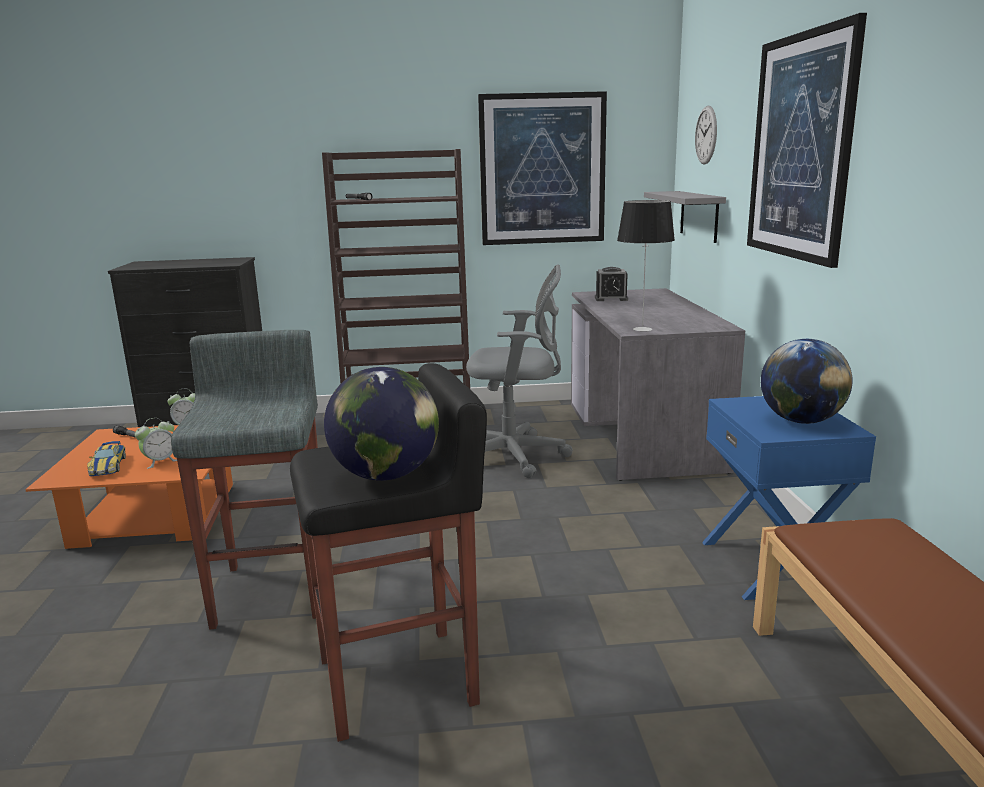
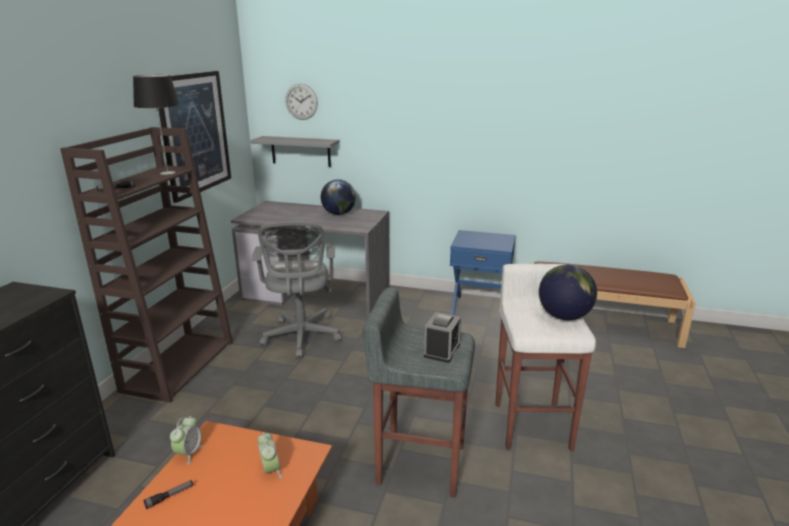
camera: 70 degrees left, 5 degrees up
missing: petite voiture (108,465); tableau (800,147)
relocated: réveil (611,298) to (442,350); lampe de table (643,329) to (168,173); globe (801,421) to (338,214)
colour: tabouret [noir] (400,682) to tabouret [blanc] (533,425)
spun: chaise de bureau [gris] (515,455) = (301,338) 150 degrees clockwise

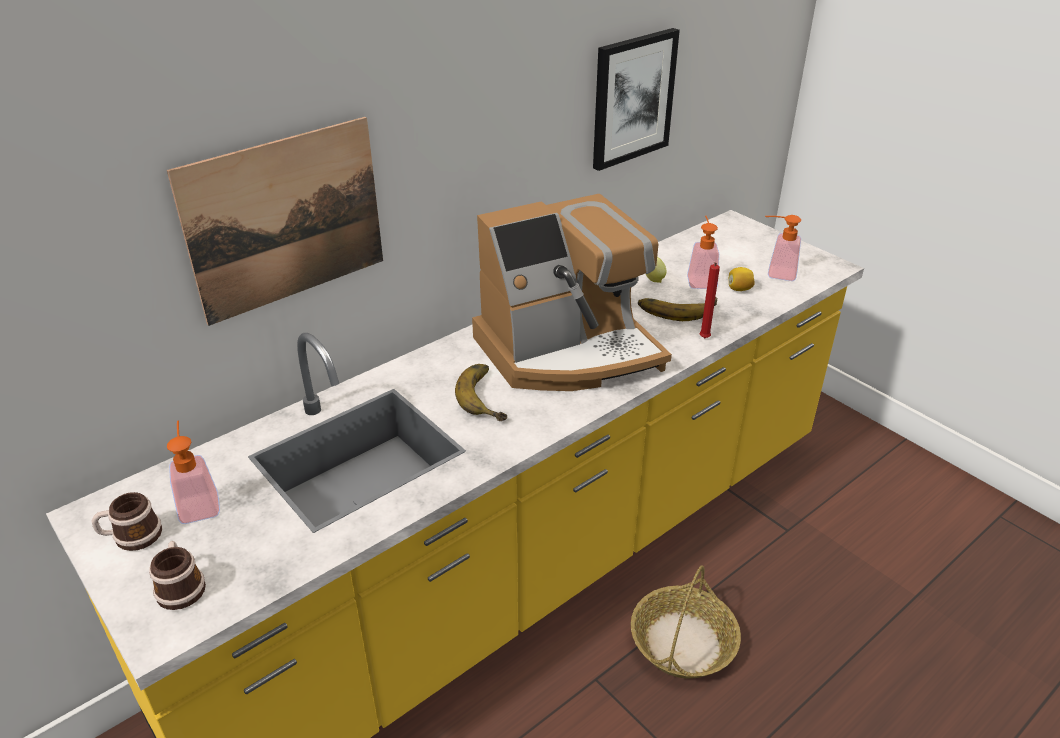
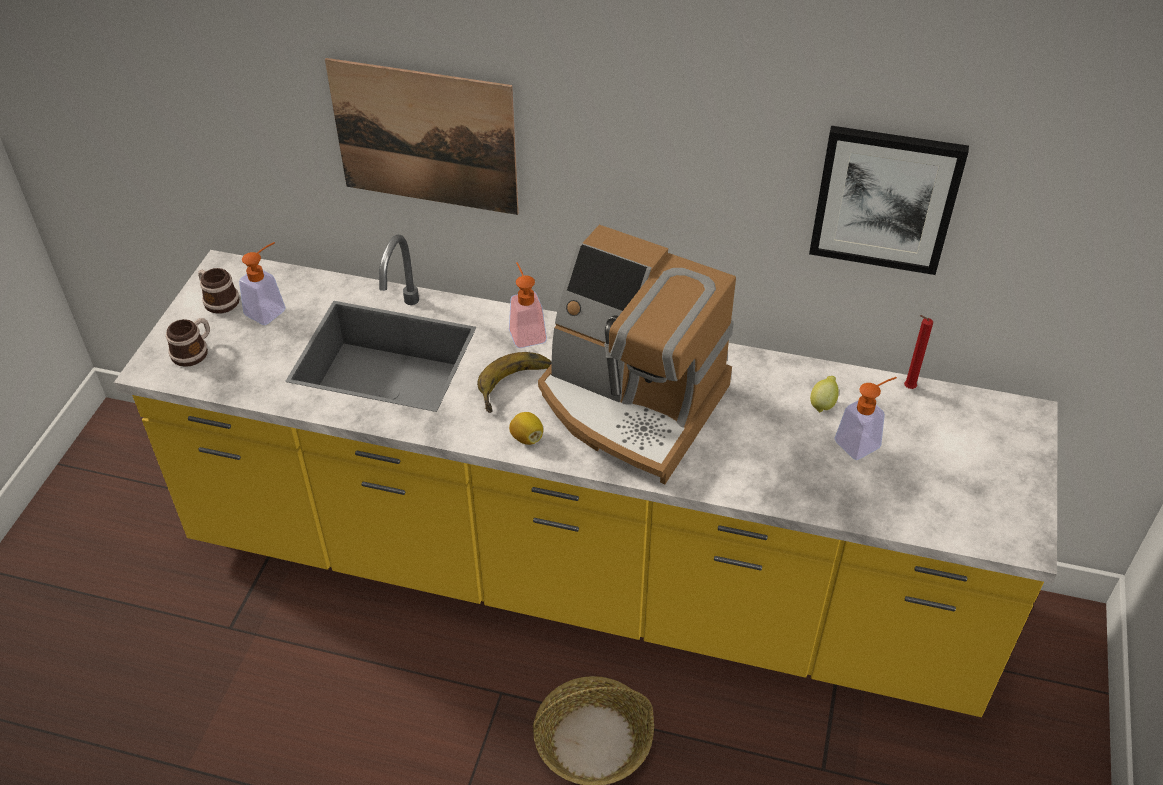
camera: 55 degrees right, 10 degrees up
missing: banane (676,308)
relocated: bougie [rouge] (704,339) to (907,388); citron (739,289) to (527,437); distributeur de savon (775,273) to (525,331)

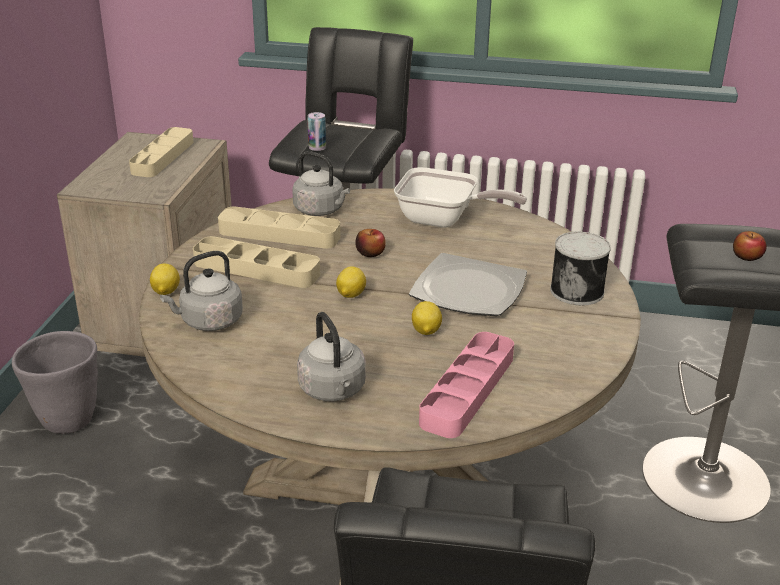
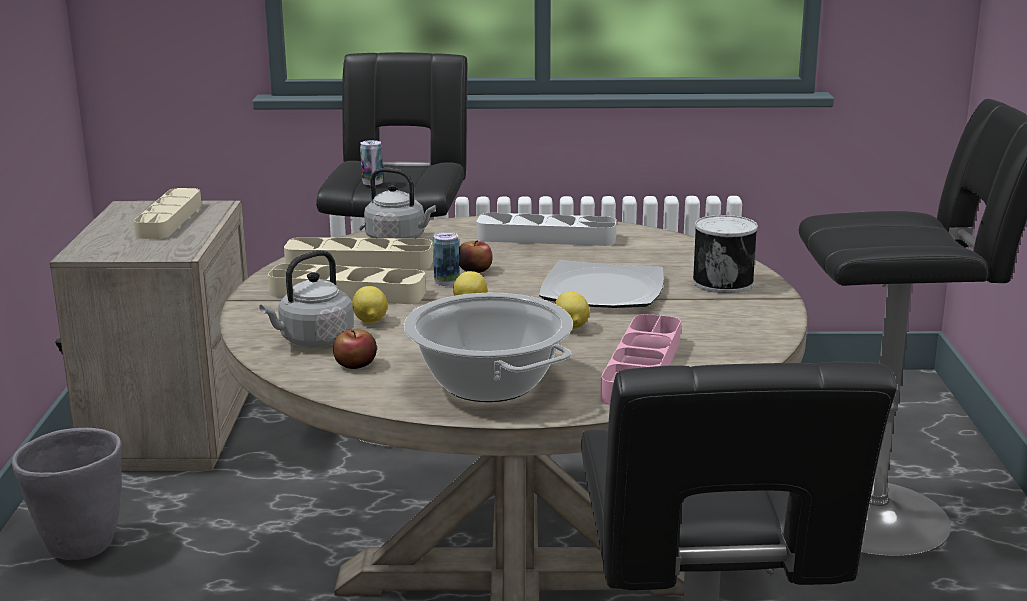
camera: 10 degrees left, 10 degrees down
appeared: boîte métallique (446,282)
relocated: citron (165,292) to (370,321); pomme (747,257) to (356,364)
exchanged: bouilloire [gris] (333,391) to marmite (490,383); poêle (444,220) to plateau [gris] (546,237)

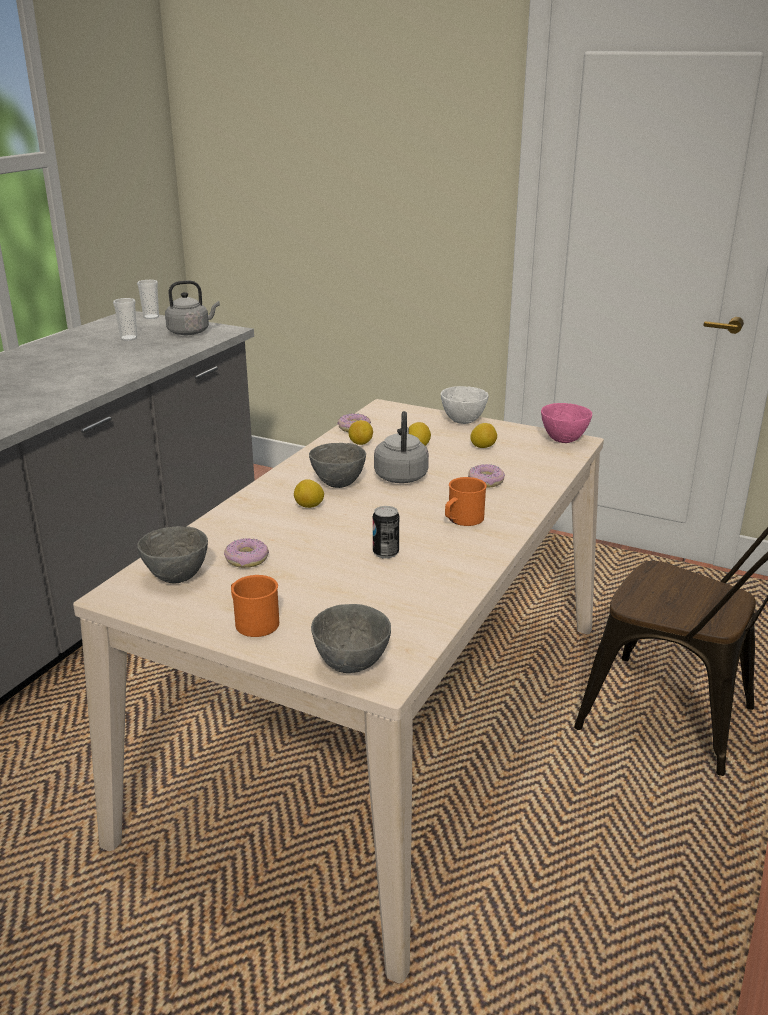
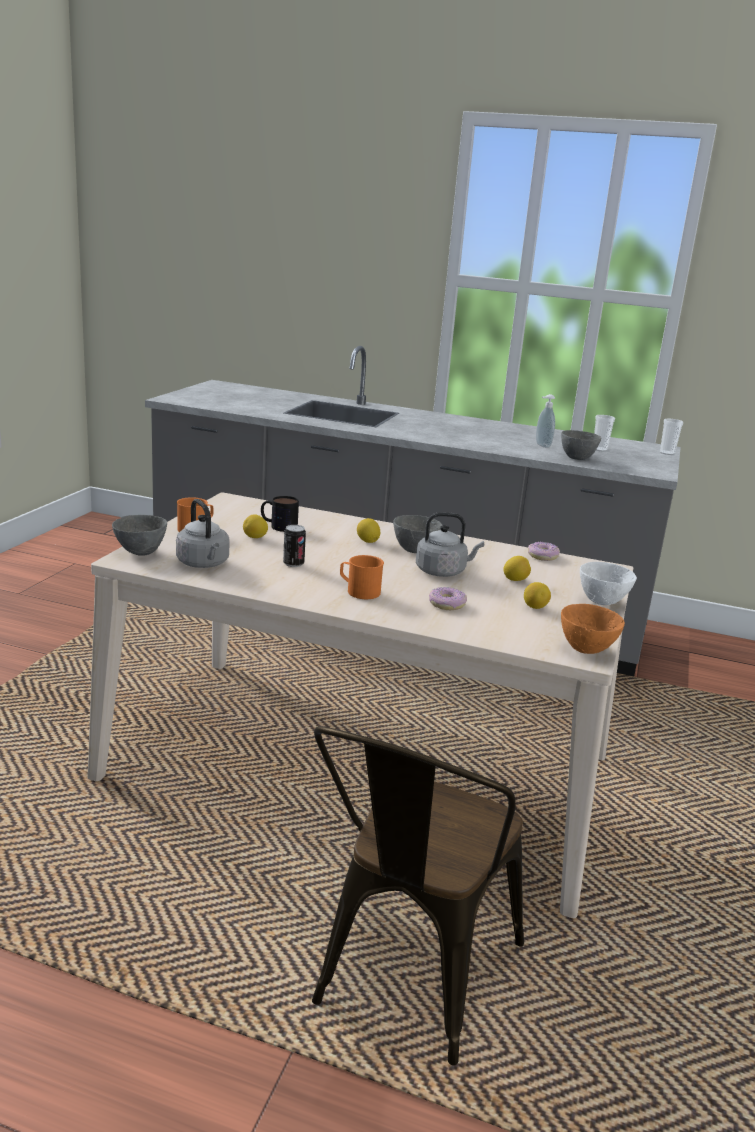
camera: 80 degrees right, 5 degrees down
appeared: distributeur de savon (541,446)
relocated: bol [gris] (176,577) to (576,458); bouilloire [gris] (191,332) to (204,564); citron (360,443) to (255,537)
exchanged: beignet (246,559) to mug (278,526)
colour: bol [rose] (562,439) to bol [orange] (587,649)

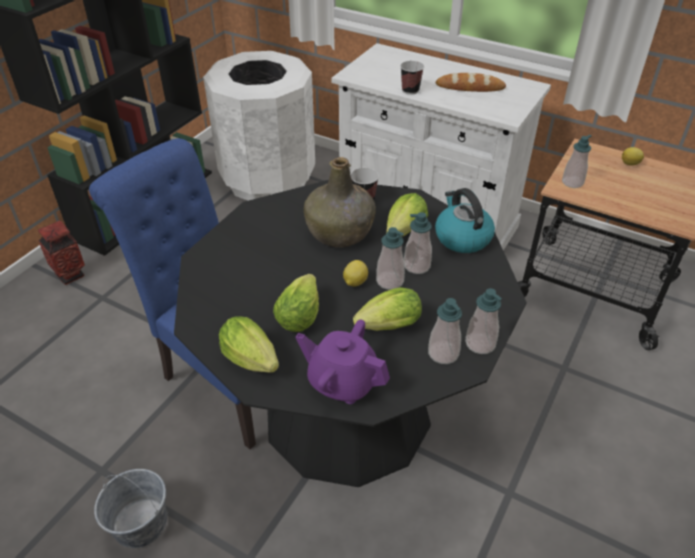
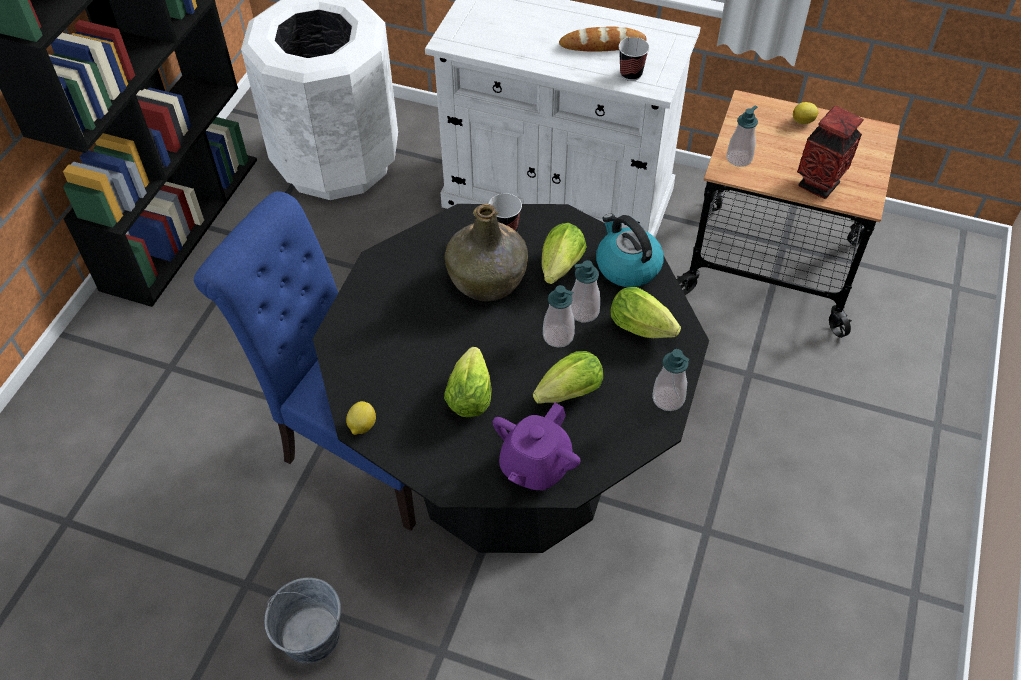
camera: 10 degrees left, 10 degrees up
missing: distributeur de savon (443,353)
relocated: vase (70,275) to (819,185); laitue (253,362) to (645,329); citron (354,282) to (362,426); tasse (410,90) to (631,74)
spun: théière [violet] (342,382) = (535,466) 75 degrees counterclockwise

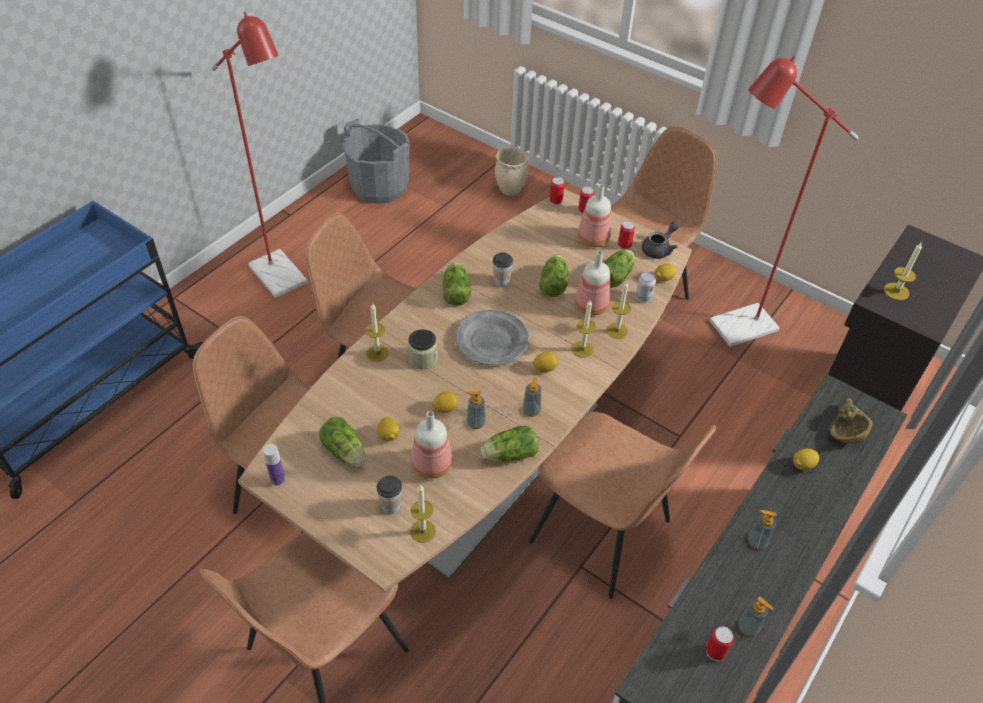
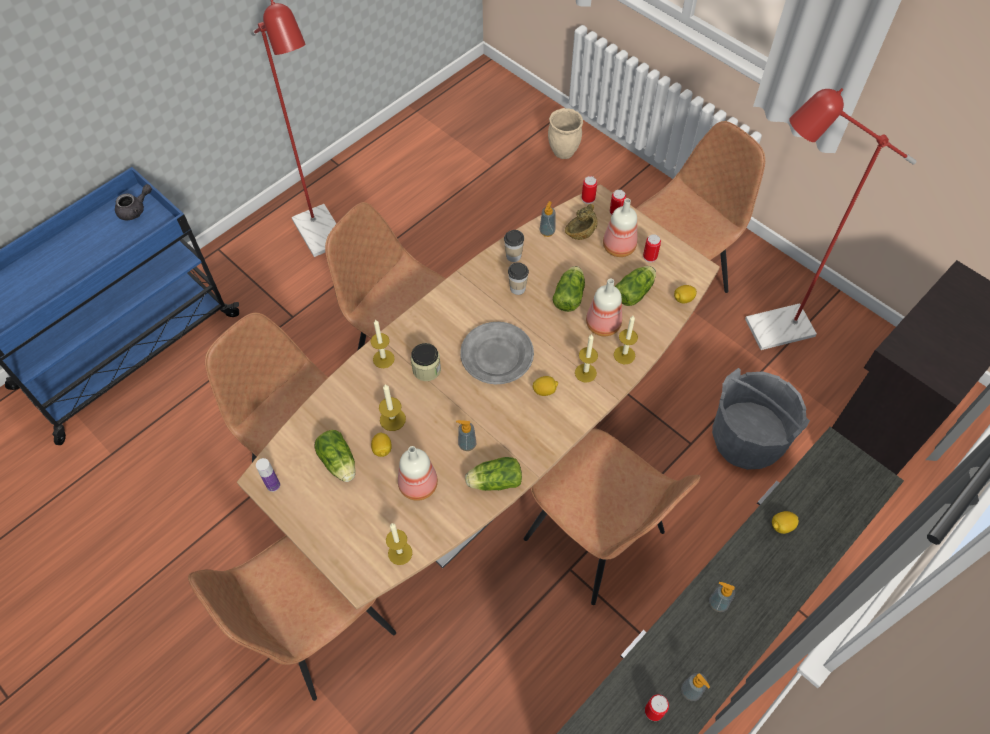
camera: 10 degrees right, 10 degrees up
missing: citron (445,408); laitue (456,291); boîte métallique (643,297)
relocated: seau [gris] (380,186) to (747,439); tasse (391,505) to (513,256); distributeur de savon (531,411) to (547,231); théière [gris] (659,249) to (135,210); bol [marron] (844,427) to (581,227); bougie (896,291) to (392,419)

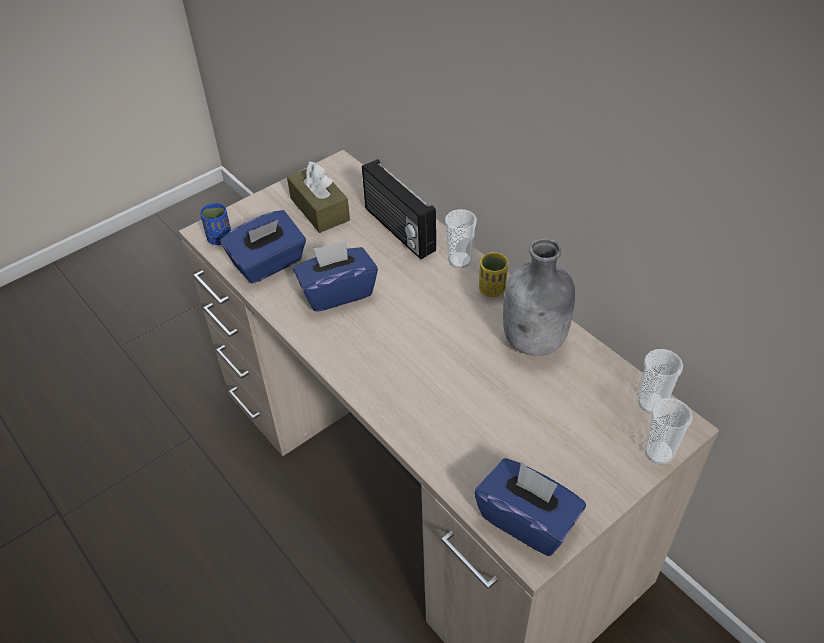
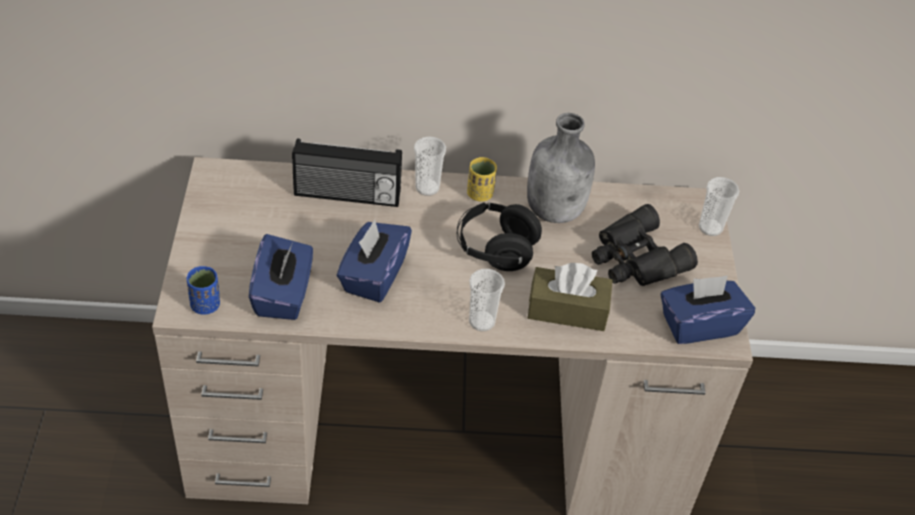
camera: 55 degrees left, 0 degrees up
appeared: casque audio [noir] (495,250); jumelles [noir] (635,259)
relocated: boîte à mouchoirs [marron] (319,209) to (567,310); tasse (651,403) to (482,321)

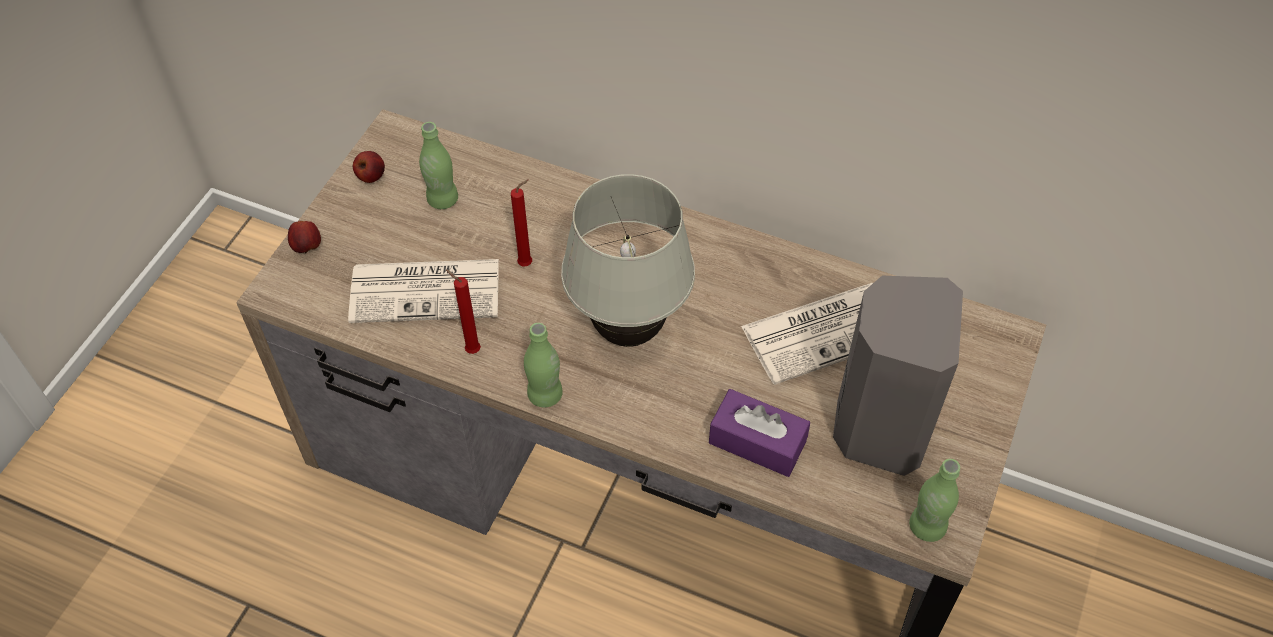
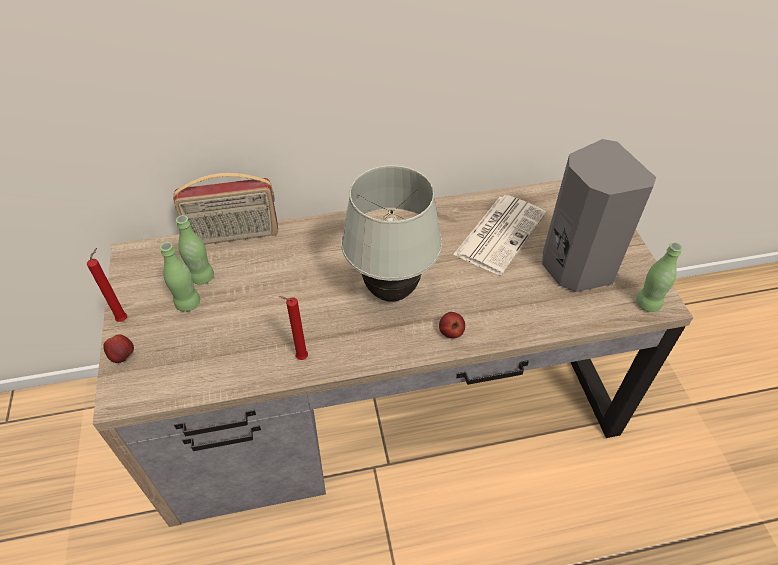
camera: 35 degrees left, 5 degrees down
missing: journal (427,290); boîte à mouchoirs [violet] (757,442)
appeared: radio (234,236)
relocated: pomme (371,177) to (451,333); bougie [rouge] (527,263) to (124,318); bouteille [vert] (545,395) to (188,303)

